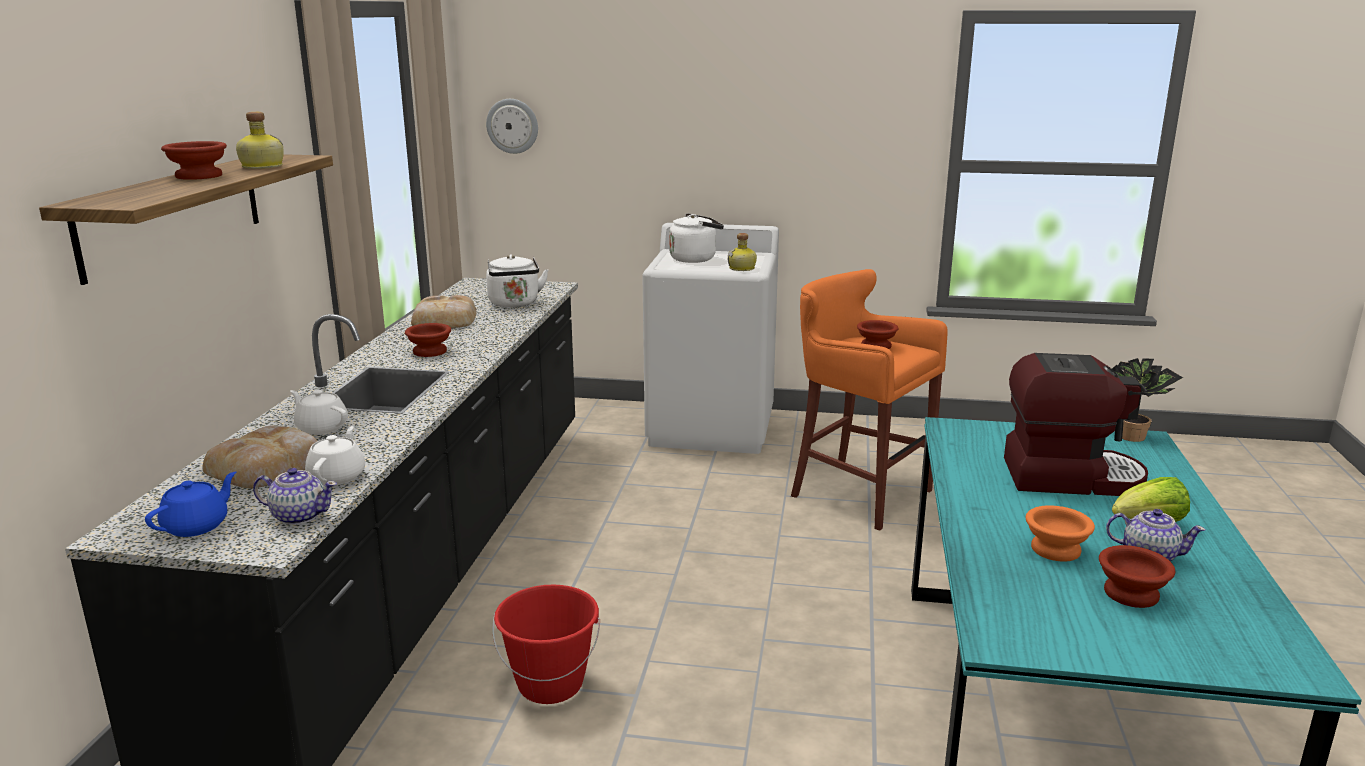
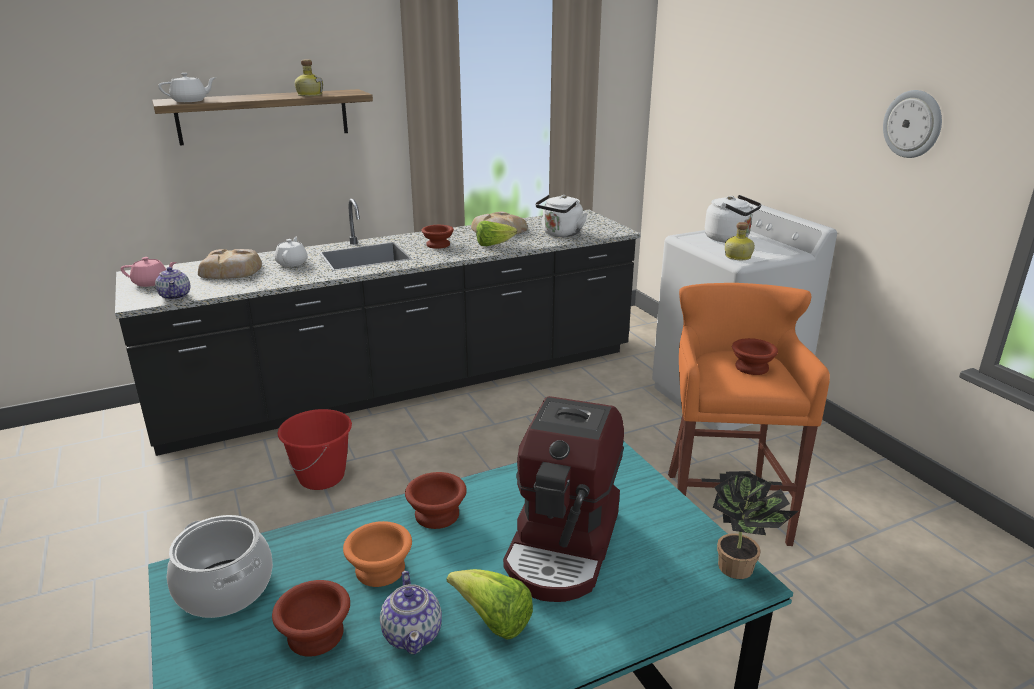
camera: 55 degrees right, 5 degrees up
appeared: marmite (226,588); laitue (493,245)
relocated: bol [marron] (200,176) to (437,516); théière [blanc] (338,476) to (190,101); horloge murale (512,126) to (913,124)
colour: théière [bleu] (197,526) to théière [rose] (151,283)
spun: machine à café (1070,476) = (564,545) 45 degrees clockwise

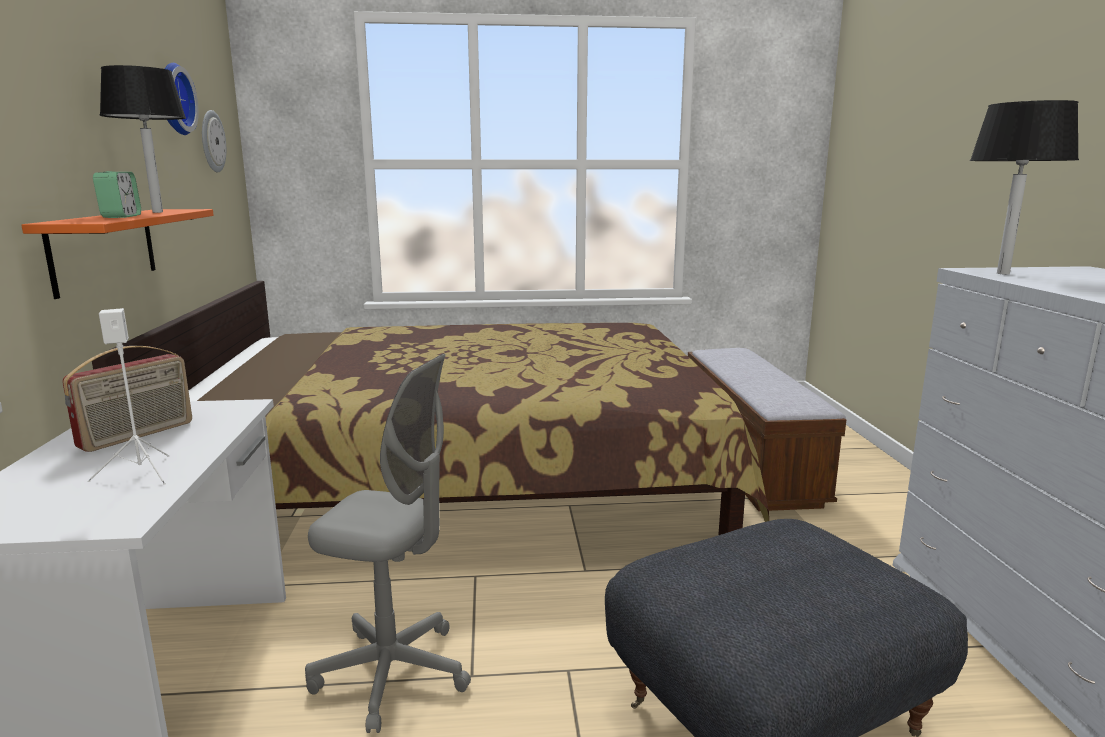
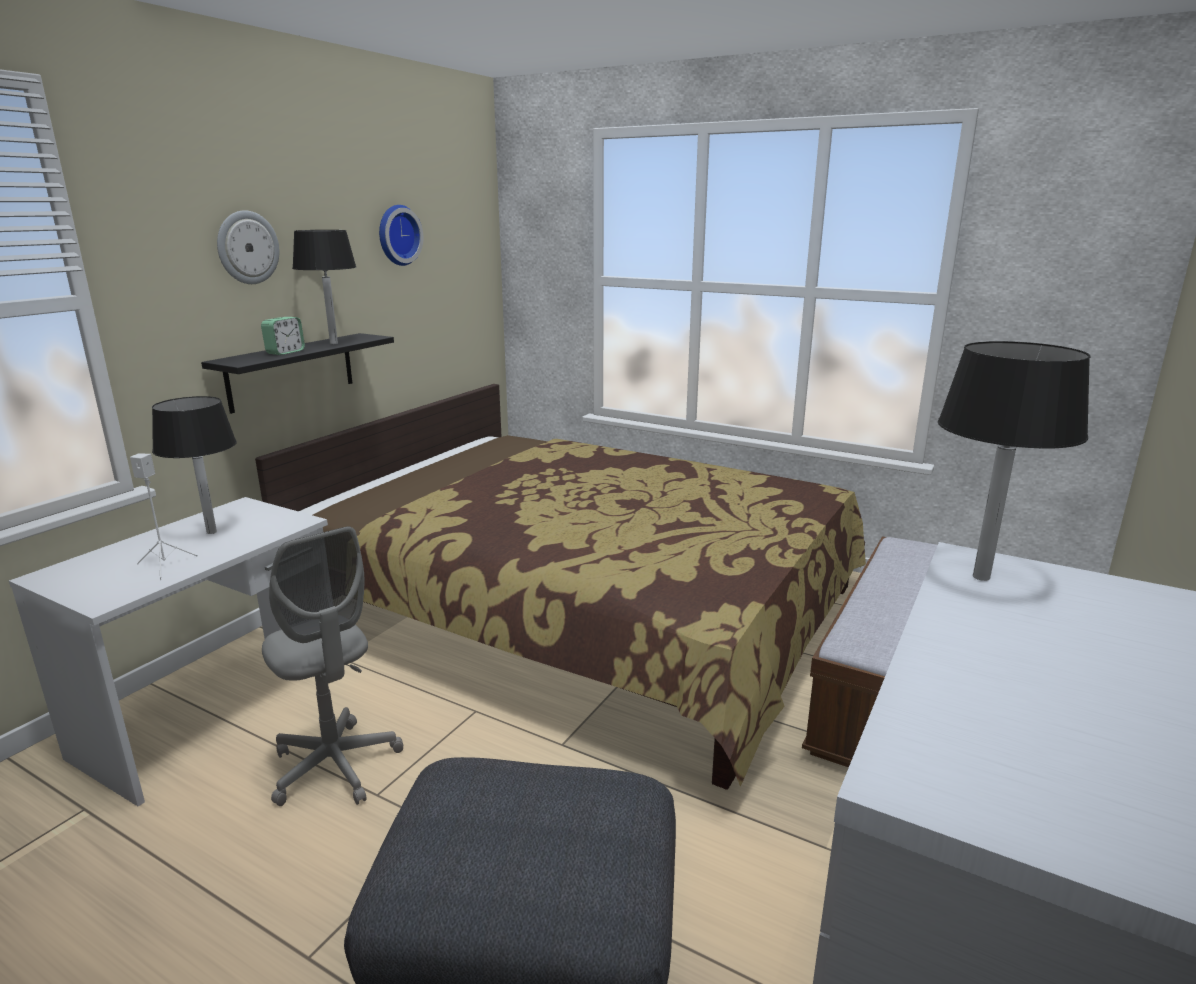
camera: 35 degrees right, 5 degrees up
relocated: horloge murale (212,141) to (247,247)
exchanged: radio (138,435) to lampe de table [noir] (212,532)
colour: étagère [orange] (104,249) to étagère [noir] (291,371)

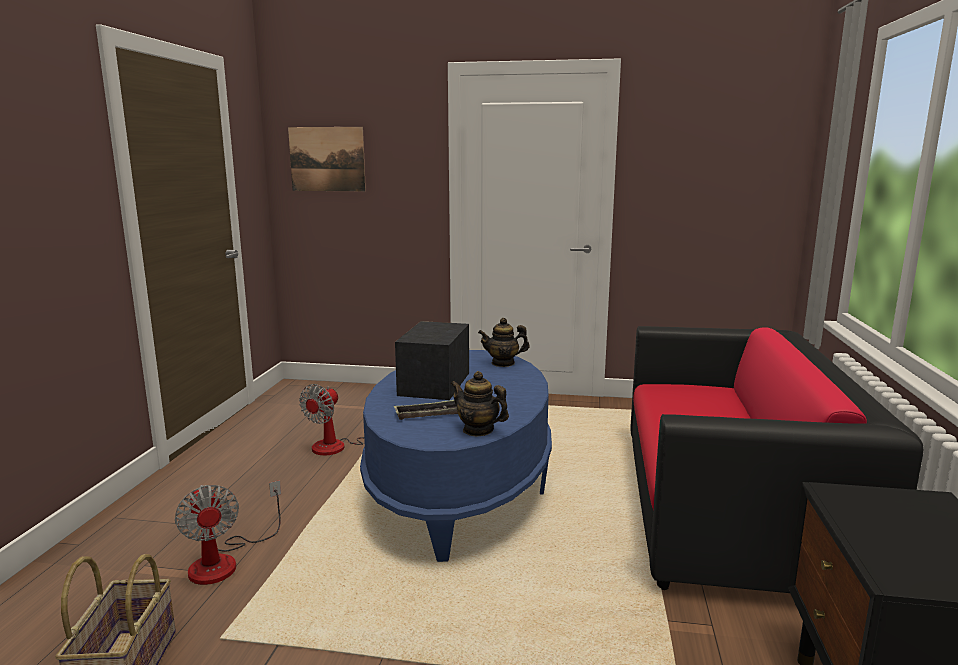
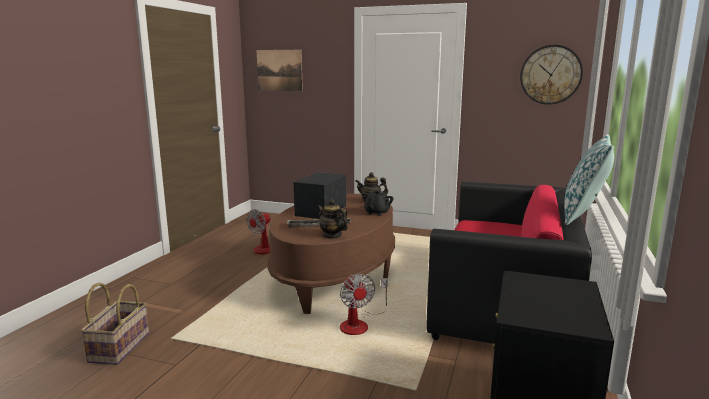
camera: 10 degrees right, 0 degrees up
appeared: théière [noir] (377,213); horloge murale (550,74); coussin (583,215)
relocated: ventilateur (225,560) to (359,324)
colour: table basse [bleu] (460,486) to table basse [marron] (335,276)

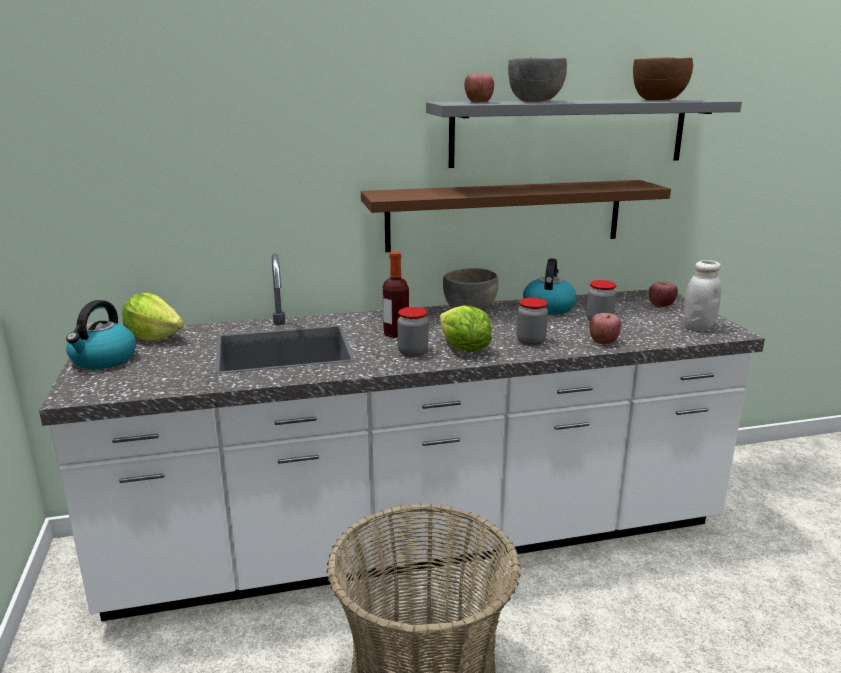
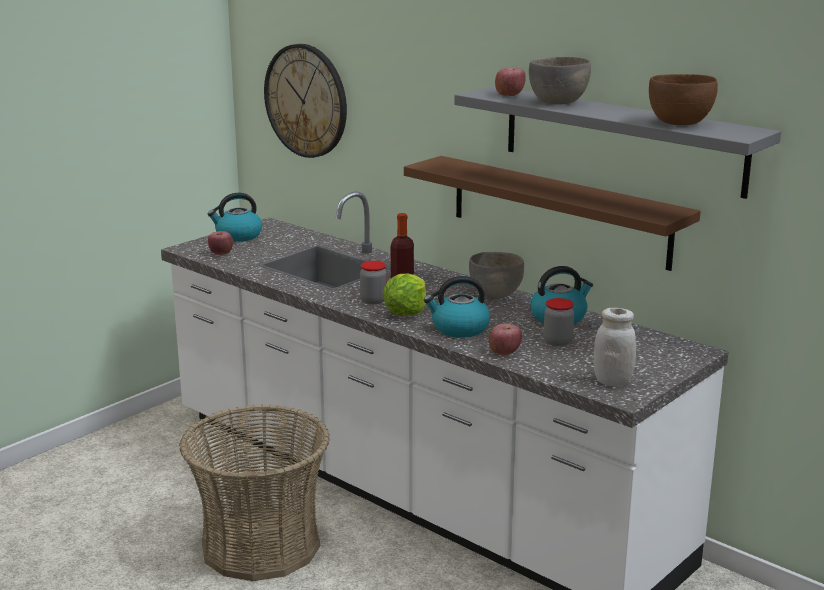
camera: 55 degrees right, 0 degrees up
missing: laitue (154,337)
appeared: horloge murale (306,100)
relocated: pomme (661,306) to (221,253)
exchanged: bocal (531,341) to bouilloire (459,329)

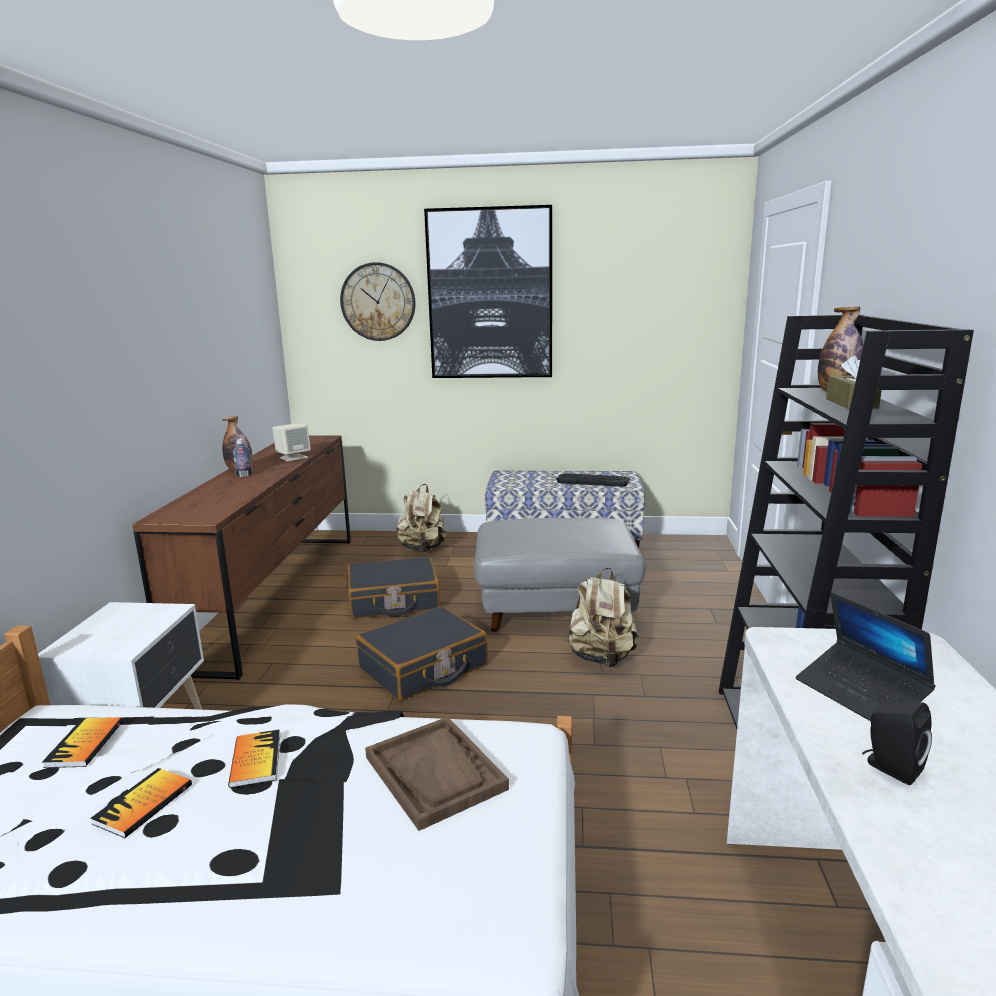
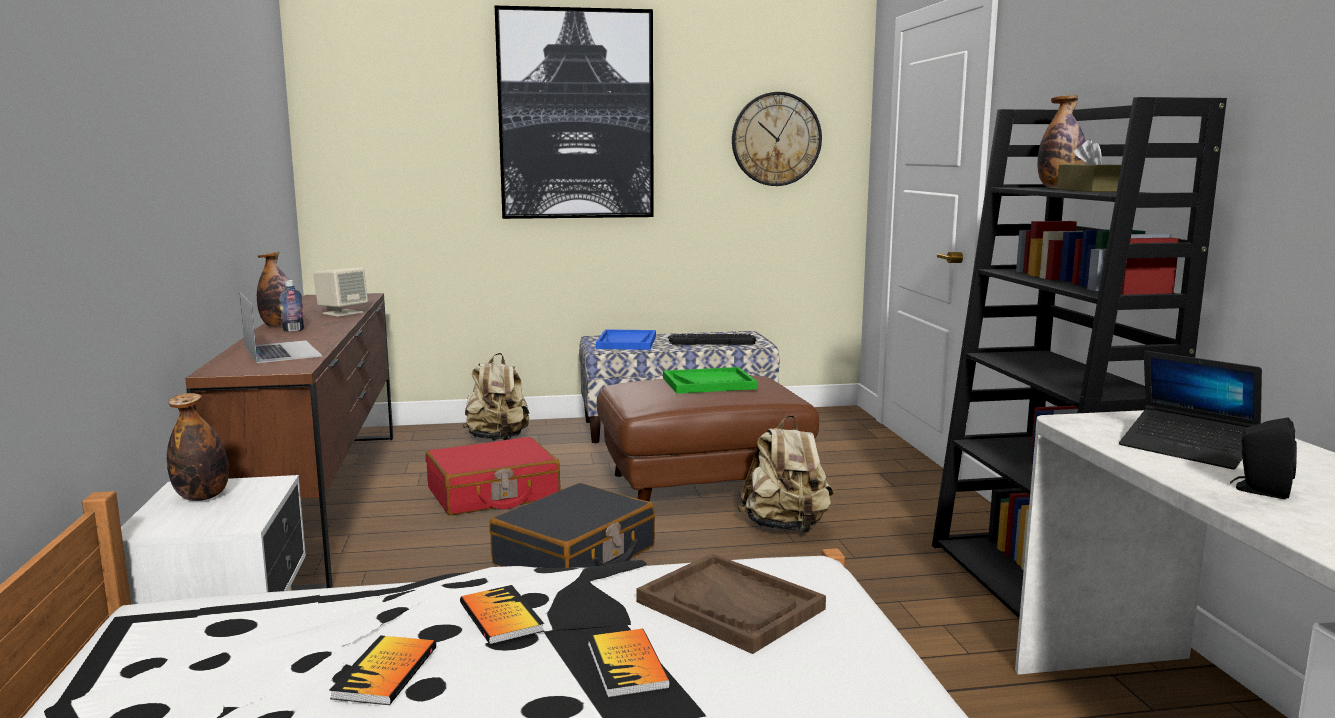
camera: 15 degrees left, 5 degrees down
appeared: bouteille (202,497); ordinateur portable (282,351); plateau [bleu] (627,342); plateau [vert] (709,383)
relocated: livre (85,744) to (627,665); horloge murale (378,302) to (776,139)
colour: valise [noir] (393,601) to valise [rouge] (493,494); pouf [gris] (556,608) to pouf [marron] (703,485)

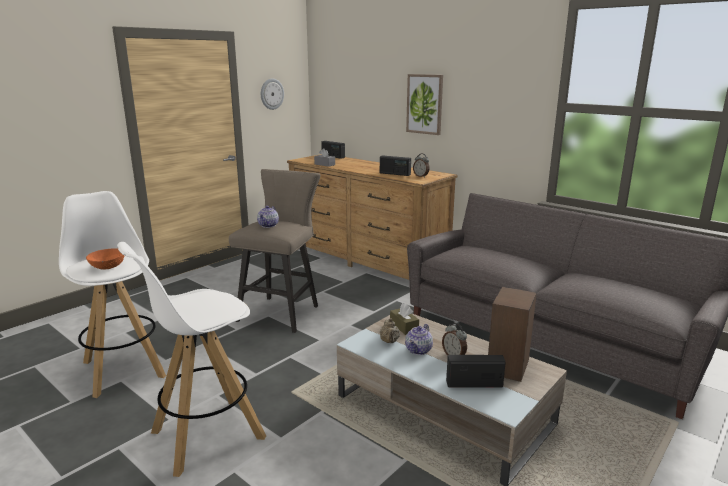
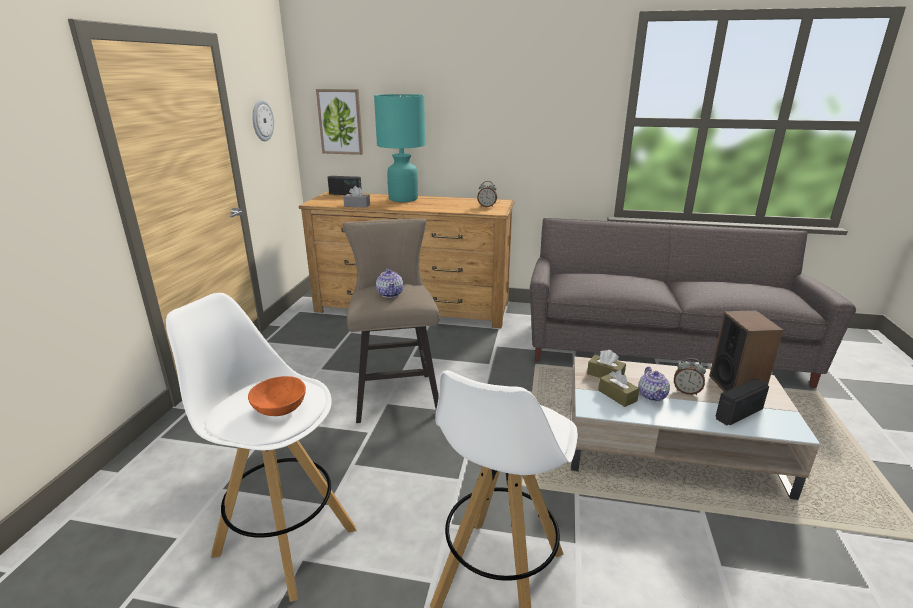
camera: 30 degrees left, 5 degrees up
missing: radio (394,174)
appeared: lampe de table [turquoise] (403,199)
relocated: tableau (425,104) to (340,122)
exchanged: théière [beige] (389,342) to boîte à mouchoirs [marron] (617,395)

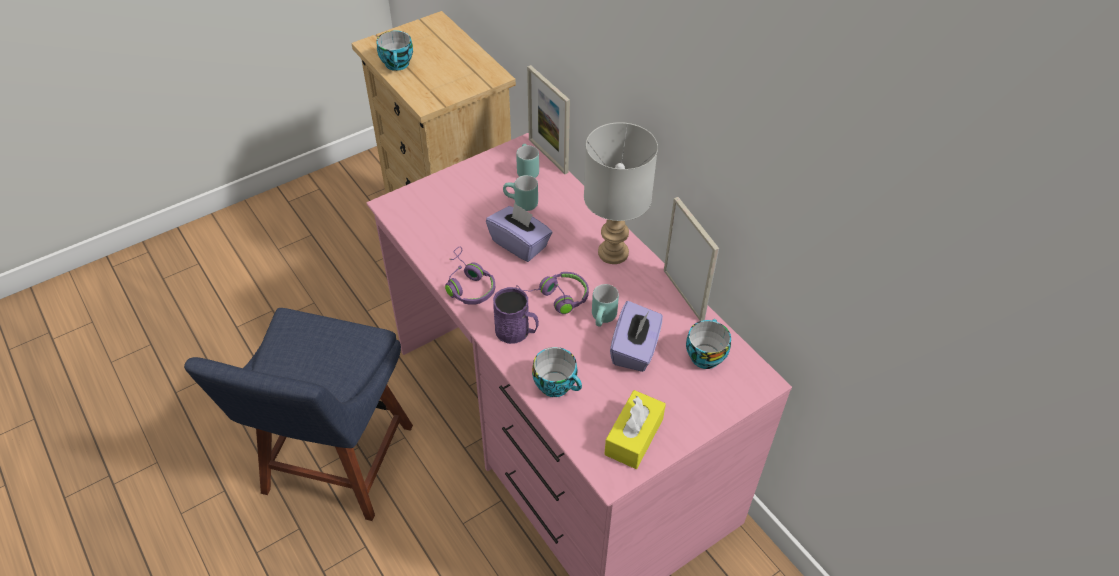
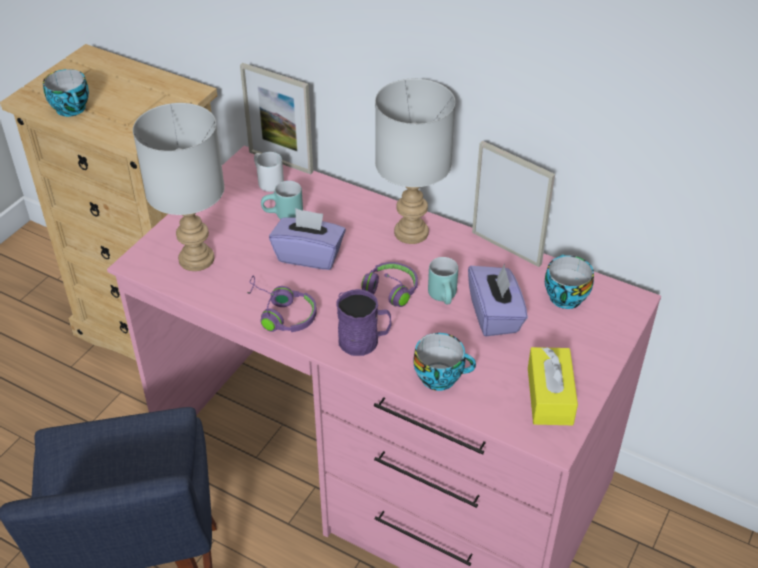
camera: 25 degrees left, 5 degrees down
appeared: lampe de table [gris] (195,259)
colour: mug [turquoise] (525,170) to mug [blanc] (266,183)

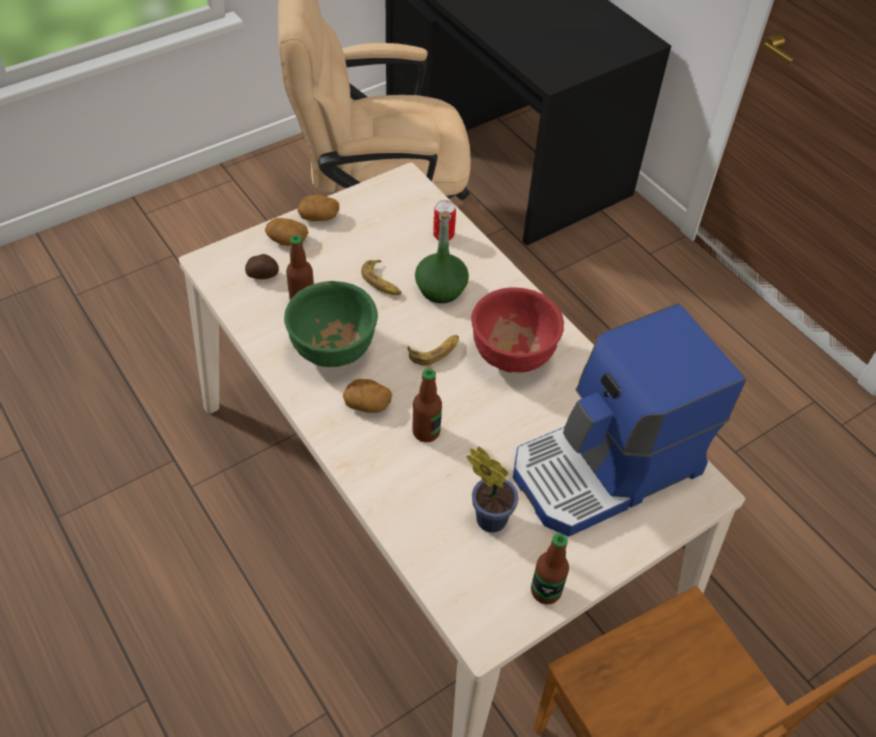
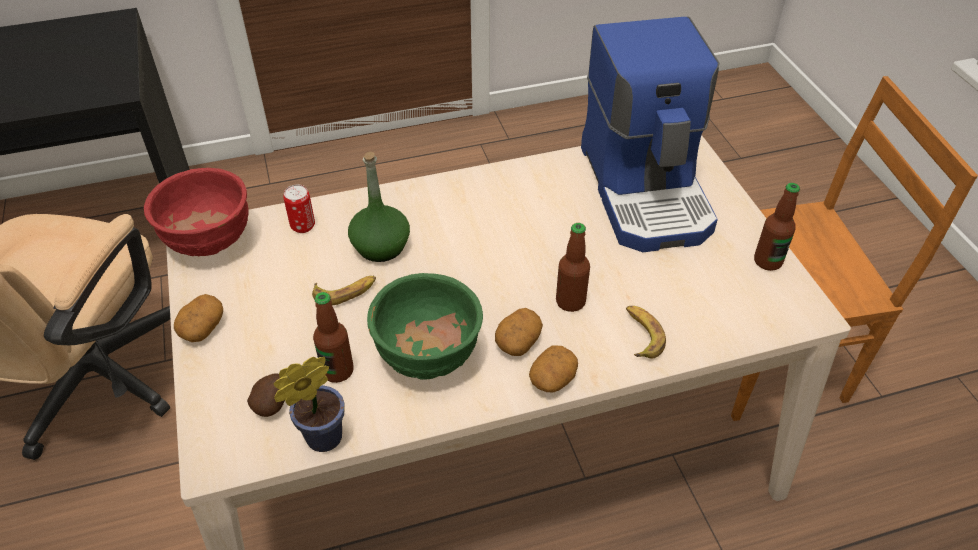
camera: 70 degrees left, 5 degrees down
relocated: pomme de terre (287,240) to (553,379); banane (435,351) to (641,335); plante en pot (488,516) to (319,439); bol [rouge] (513,355) to (209,241)

